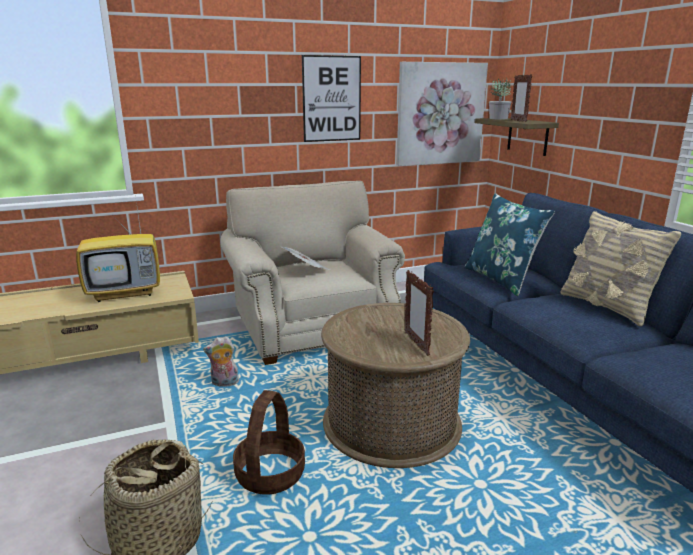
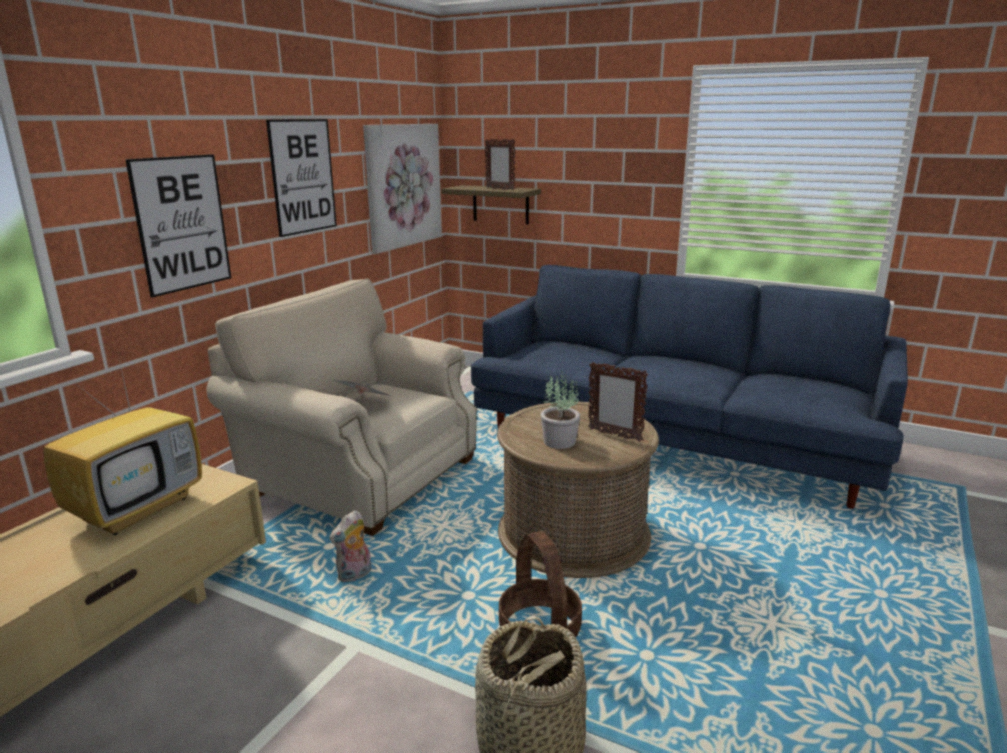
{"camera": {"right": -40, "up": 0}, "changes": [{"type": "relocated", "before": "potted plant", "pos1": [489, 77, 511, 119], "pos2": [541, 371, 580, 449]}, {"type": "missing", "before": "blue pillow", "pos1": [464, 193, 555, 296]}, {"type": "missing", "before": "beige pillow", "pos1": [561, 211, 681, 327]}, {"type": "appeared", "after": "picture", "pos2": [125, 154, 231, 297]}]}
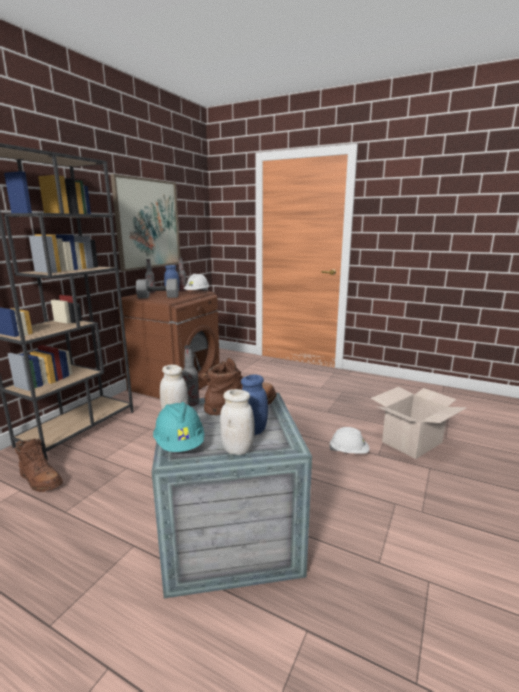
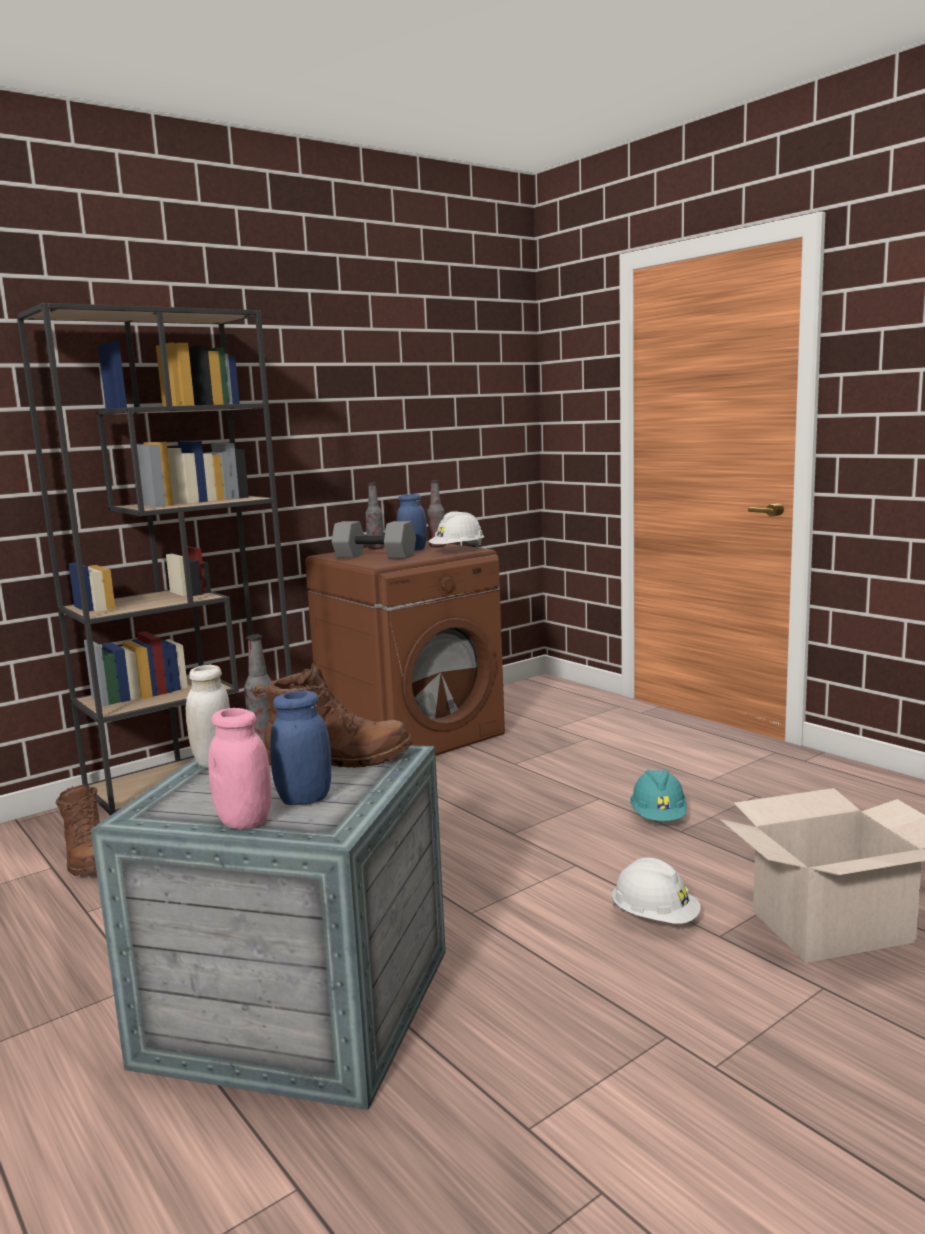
{"camera": {"right": 25, "up": -5}, "changes": [{"type": "missing", "before": "picture", "pos1": [110, 174, 180, 271]}, {"type": "colour", "before": "white jar", "after": "pink jar", "pos1": [220, 389, 255, 455], "pos2": [208, 708, 272, 829]}, {"type": "relocated", "before": "turquoise hard hat", "pos1": [153, 402, 205, 452], "pos2": [630, 770, 687, 821]}]}
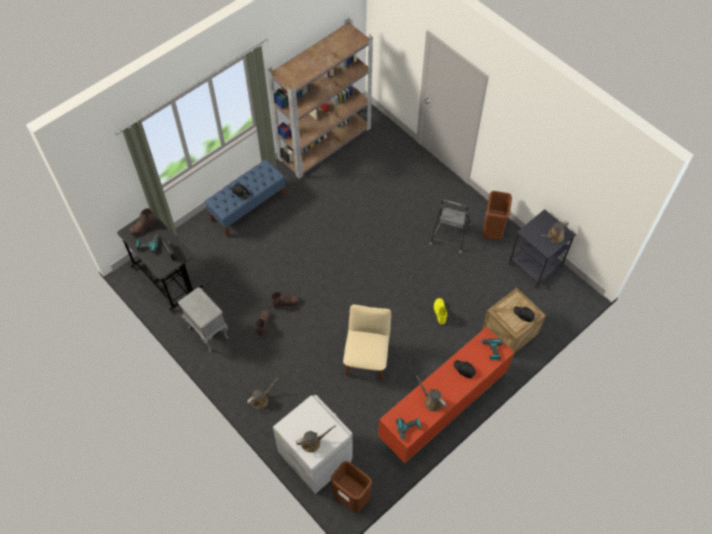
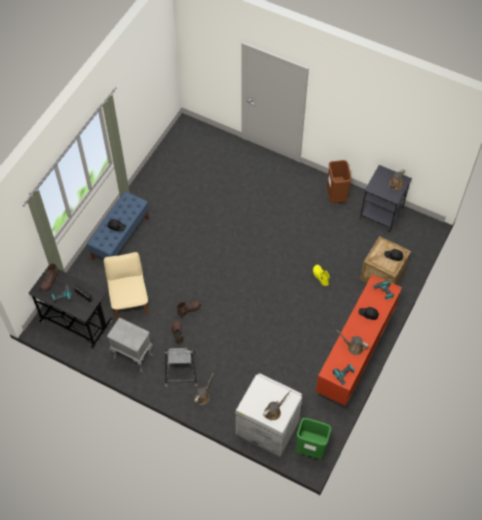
{"camera": {"right": -20, "up": 0}, "changes": [{"type": "missing", "before": "brown bookcase", "pos1": [267, 18, 373, 179]}, {"type": "relocated", "before": "grey step ladder", "pos1": [429, 200, 471, 253], "pos2": [165, 348, 198, 387]}, {"type": "relocated", "before": "beige chair", "pos1": [343, 304, 391, 381], "pos2": [104, 252, 149, 320]}, {"type": "colour", "before": "brown trash can", "after": "green trash can", "pos1": [331, 461, 372, 513], "pos2": [296, 418, 331, 459]}]}
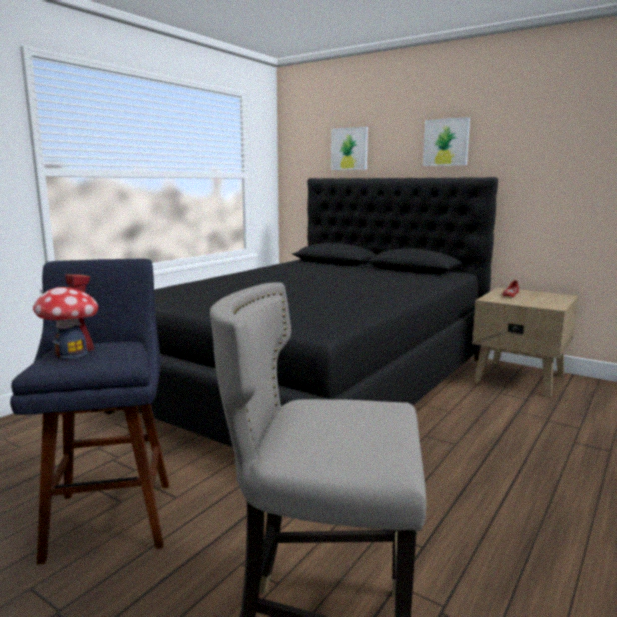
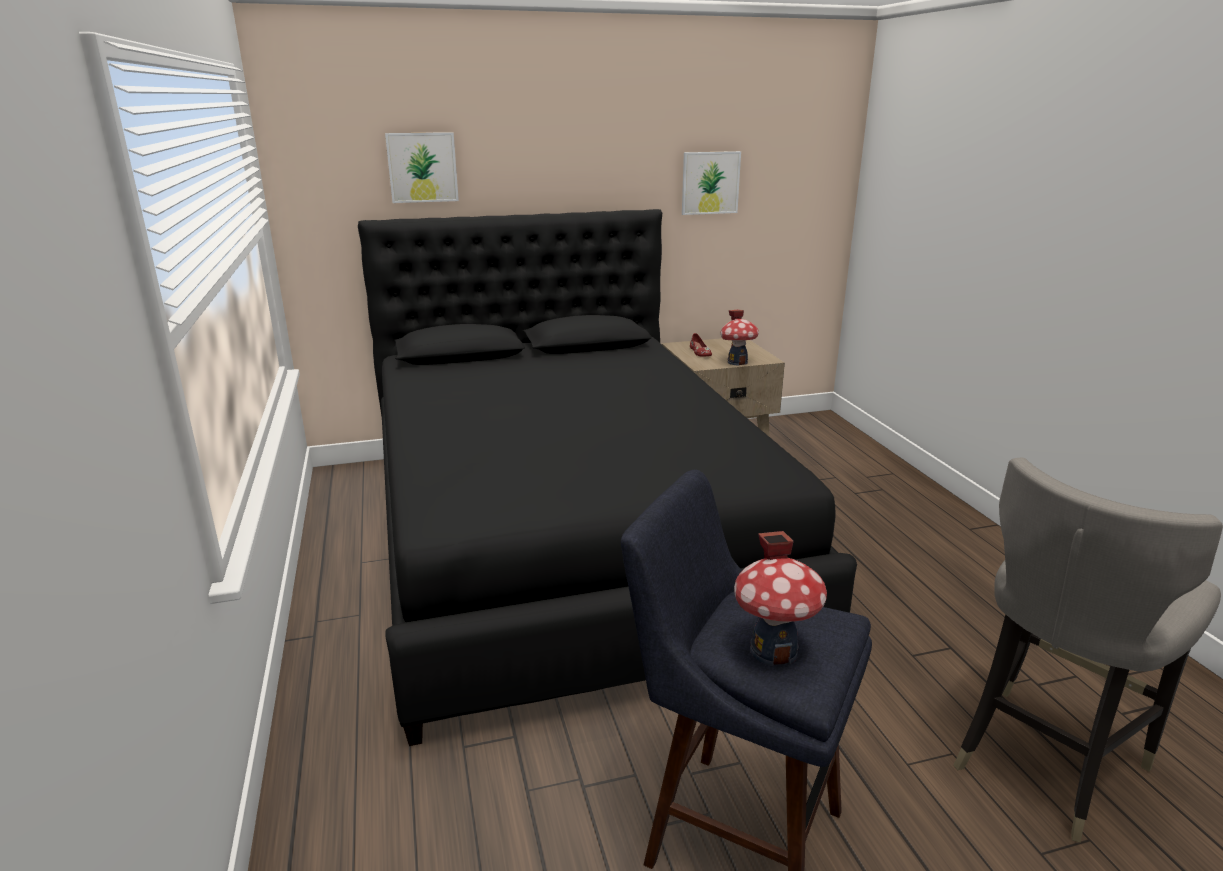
{"camera": {"right": -50, "up": 10}, "changes": [{"type": "relocated", "before": "picture", "pos1": [423, 117, 470, 166], "pos2": [682, 151, 741, 215]}, {"type": "appeared", "after": "toy house", "pos2": [721, 309, 759, 366]}]}
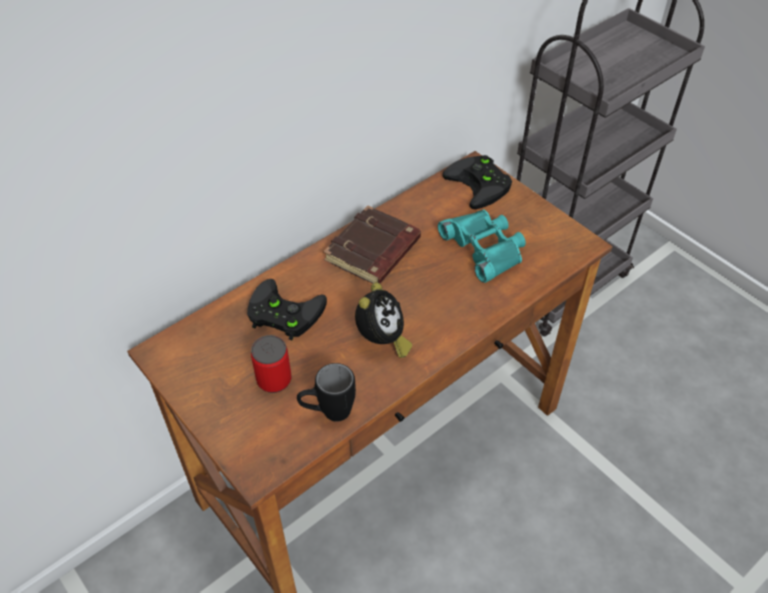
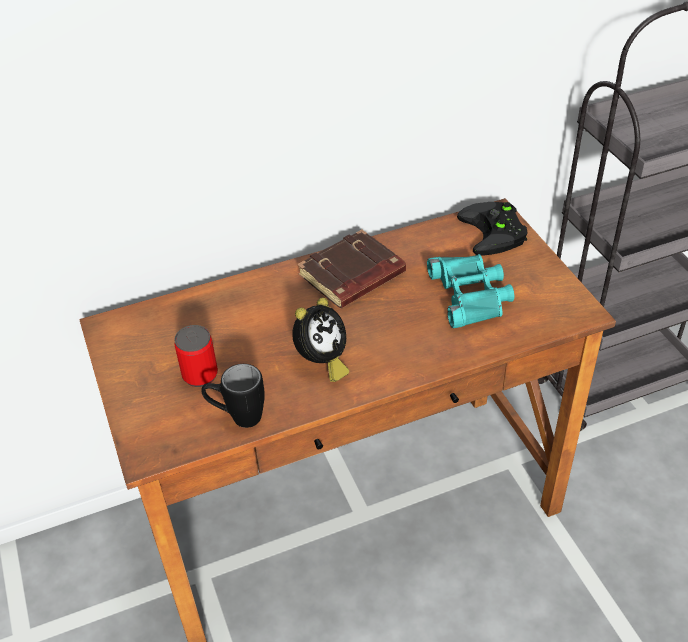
{"camera": {"right": 20, "up": -5}, "changes": [{"type": "missing", "before": "black game controller", "pos1": [247, 279, 327, 340]}]}
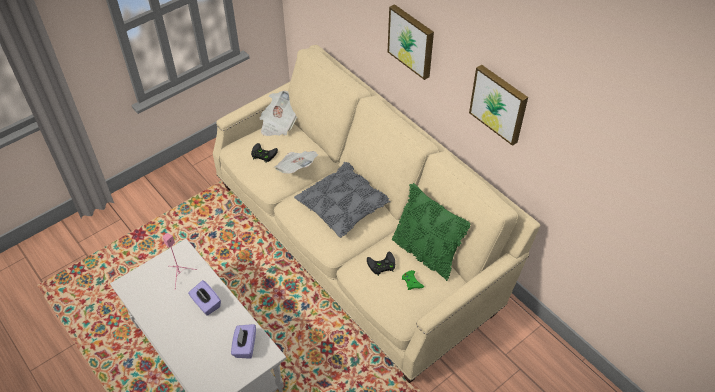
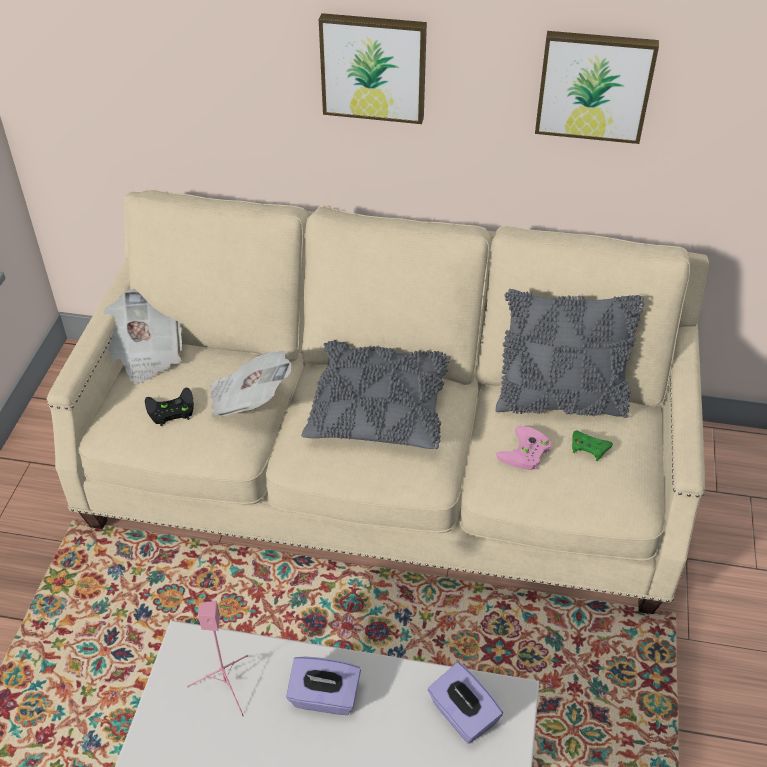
{"camera": {"right": -40, "up": -5}, "changes": [{"type": "colour", "before": "green pillow", "after": "grey pillow", "pos1": [392, 183, 471, 281], "pos2": [495, 289, 644, 418]}, {"type": "colour", "before": "black game controller", "after": "pink game controller", "pos1": [367, 252, 395, 276], "pos2": [496, 426, 551, 470]}]}
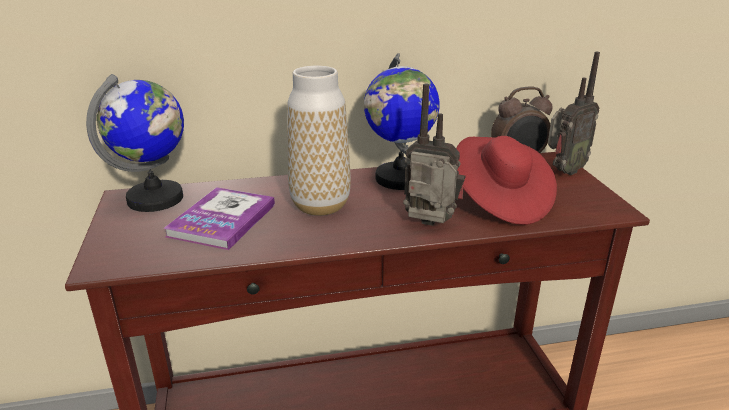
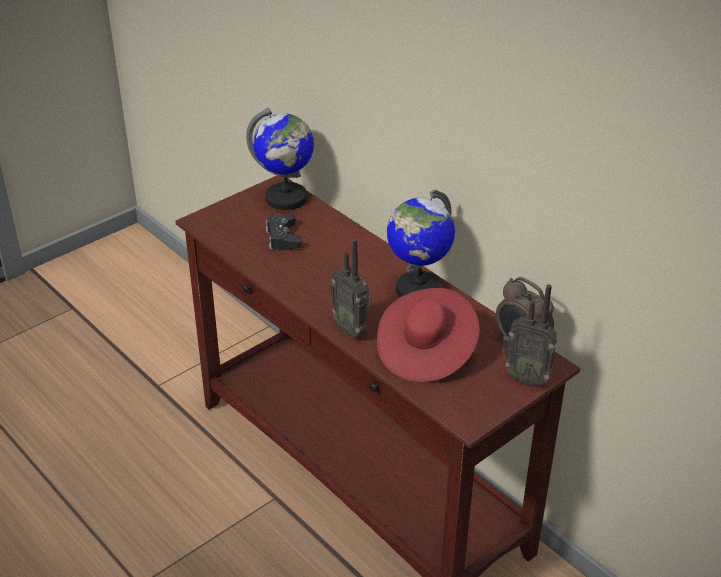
{"camera": {"right": 60, "up": 10}, "changes": [{"type": "missing", "before": "vase", "pos1": [287, 66, 351, 216]}, {"type": "spun", "before": "radio", "pos1": [403, 84, 465, 226], "pos2": [330, 239, 372, 337], "turn": 150}, {"type": "exchanged", "before": "book", "after": "black game controller", "pos1": [163, 187, 275, 250], "pos2": [266, 214, 301, 250]}]}
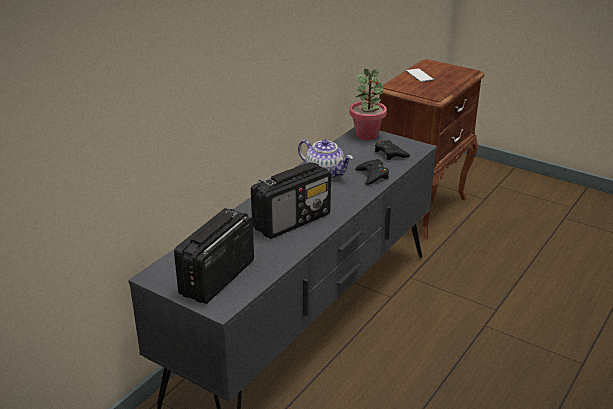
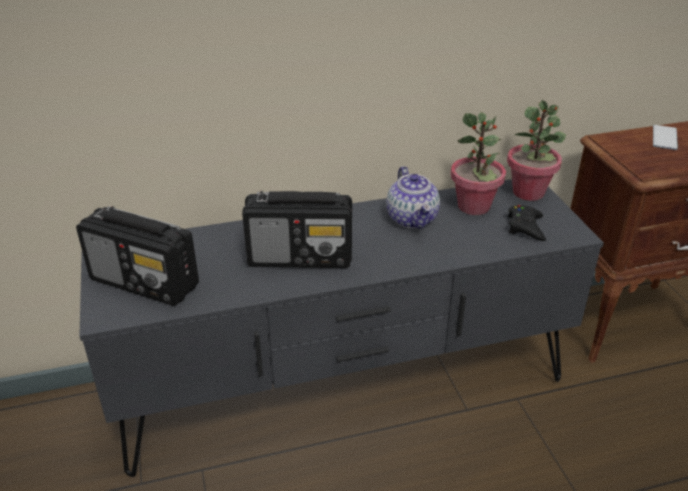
{"camera": {"right": 40, "up": 5}, "changes": [{"type": "missing", "before": "black game controller", "pos1": [355, 159, 389, 185]}, {"type": "spun", "before": "radio", "pos1": [174, 208, 254, 304], "pos2": [76, 206, 199, 306], "turn": -135}, {"type": "appeared", "after": "potted plant", "pos2": [450, 112, 506, 215]}]}
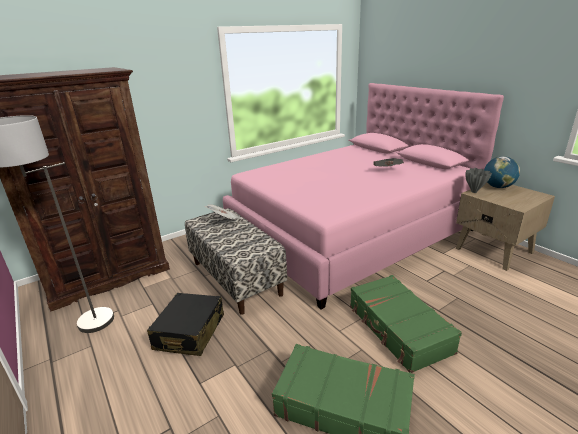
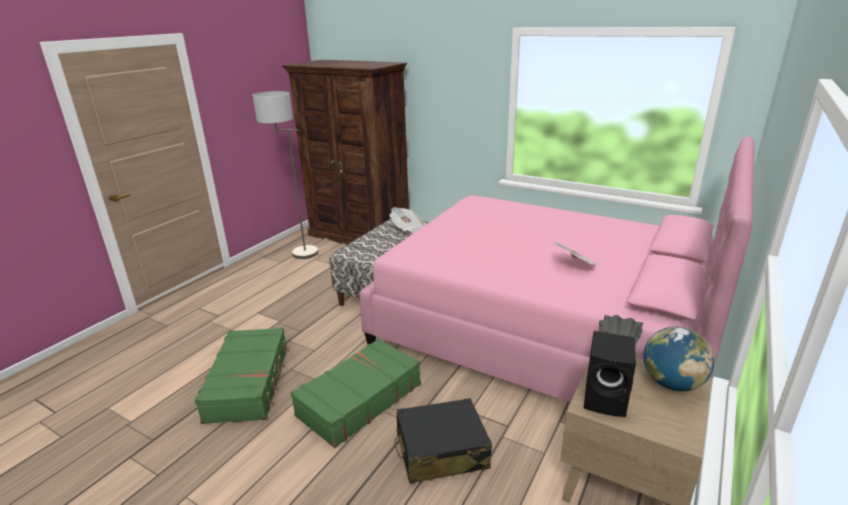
{"camera": {"right": 65, "up": 0}, "changes": [{"type": "relocated", "before": "black suitcase", "pos1": [147, 293, 224, 356], "pos2": [394, 398, 492, 484]}, {"type": "appeared", "after": "black speaker", "pos2": [584, 331, 636, 417]}]}
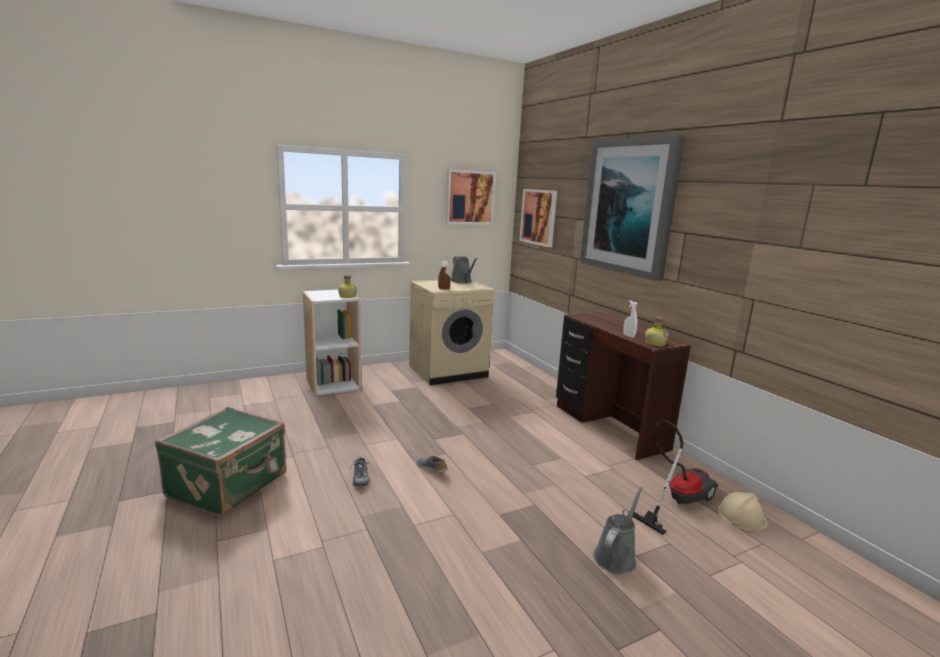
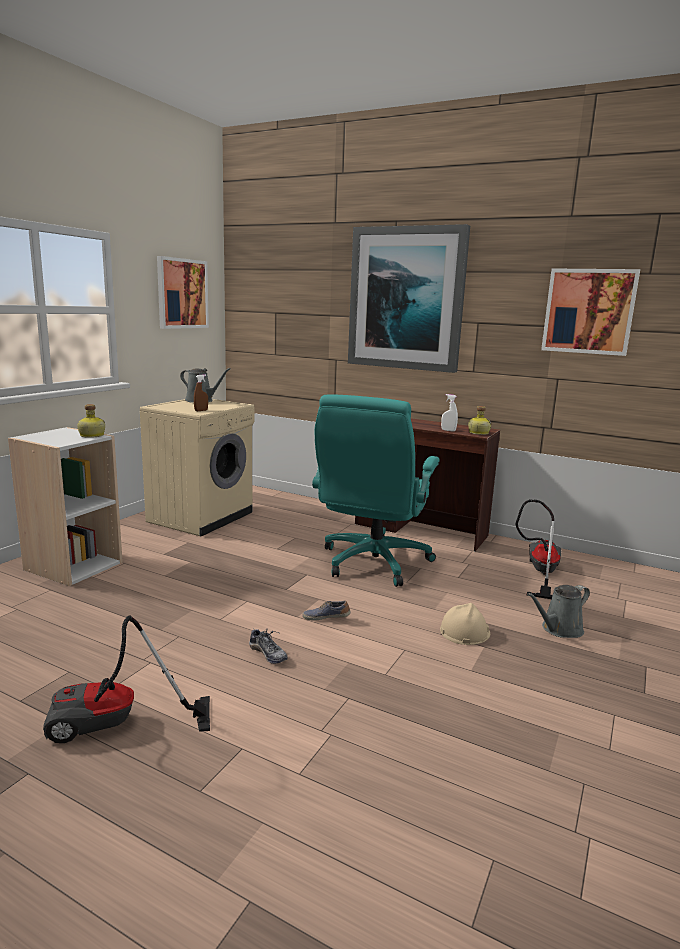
{"camera": {"right": -35, "up": 0}, "changes": [{"type": "relocated", "before": "picture", "pos1": [519, 189, 557, 247], "pos2": [541, 269, 640, 356]}, {"type": "exchanged", "before": "green suitcase", "after": "vacuum cleaner", "pos1": [155, 407, 286, 516], "pos2": [43, 616, 210, 743]}, {"type": "spun", "before": "grey watering can", "pos1": [593, 487, 643, 574], "pos2": [527, 585, 590, 638], "turn": -120}, {"type": "relocated", "before": "beige hard hat", "pos1": [718, 492, 768, 531], "pos2": [440, 603, 490, 645]}, {"type": "appeared", "after": "turquoise office chair", "pos2": [312, 395, 440, 587]}]}
